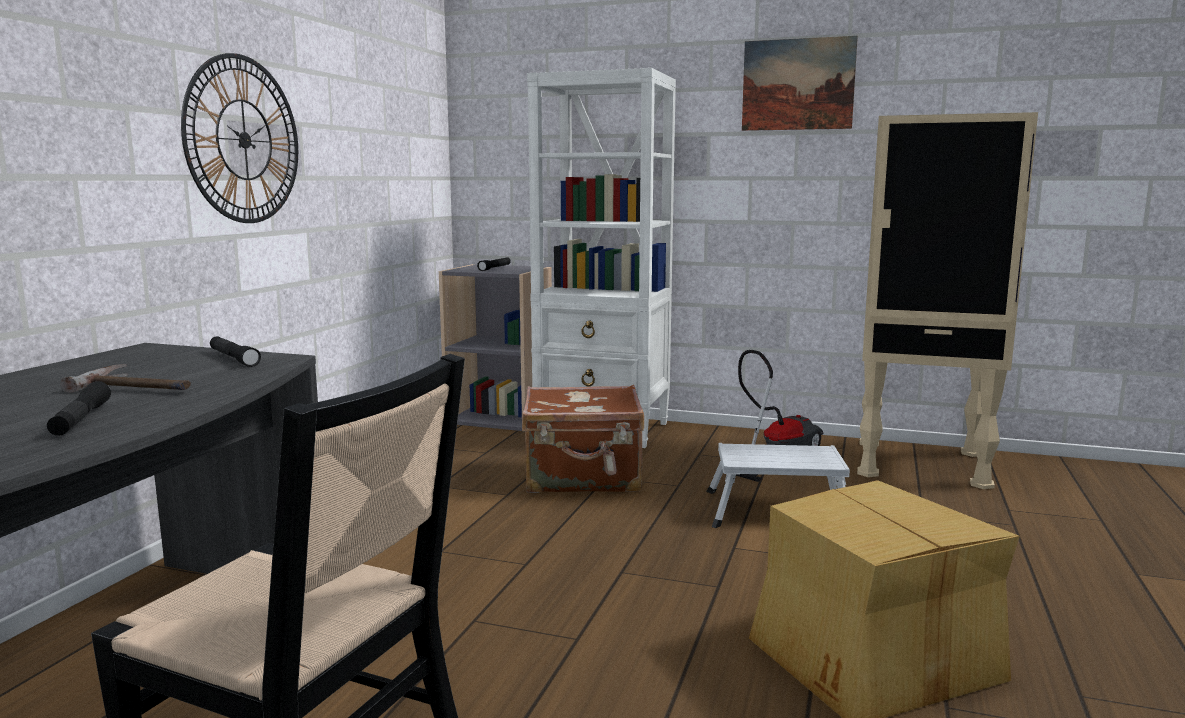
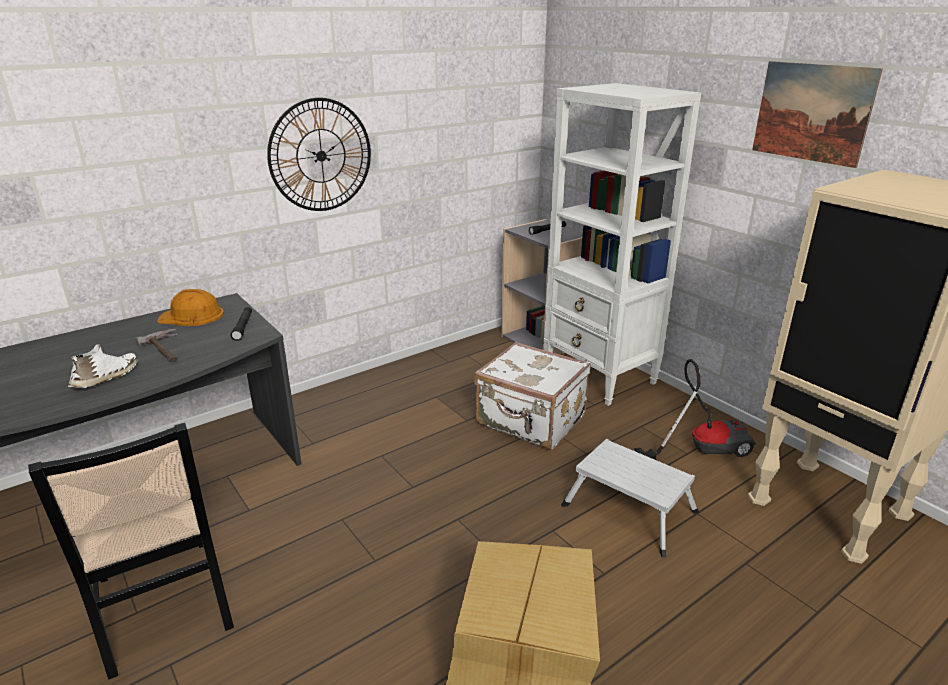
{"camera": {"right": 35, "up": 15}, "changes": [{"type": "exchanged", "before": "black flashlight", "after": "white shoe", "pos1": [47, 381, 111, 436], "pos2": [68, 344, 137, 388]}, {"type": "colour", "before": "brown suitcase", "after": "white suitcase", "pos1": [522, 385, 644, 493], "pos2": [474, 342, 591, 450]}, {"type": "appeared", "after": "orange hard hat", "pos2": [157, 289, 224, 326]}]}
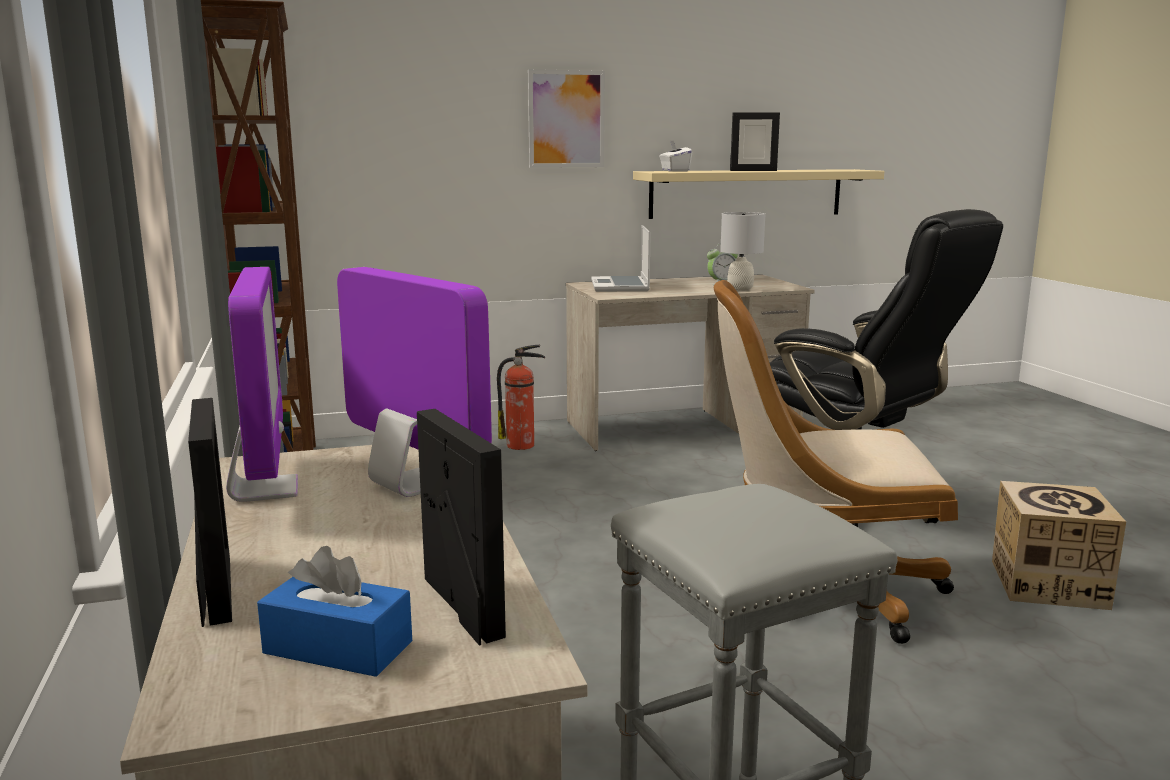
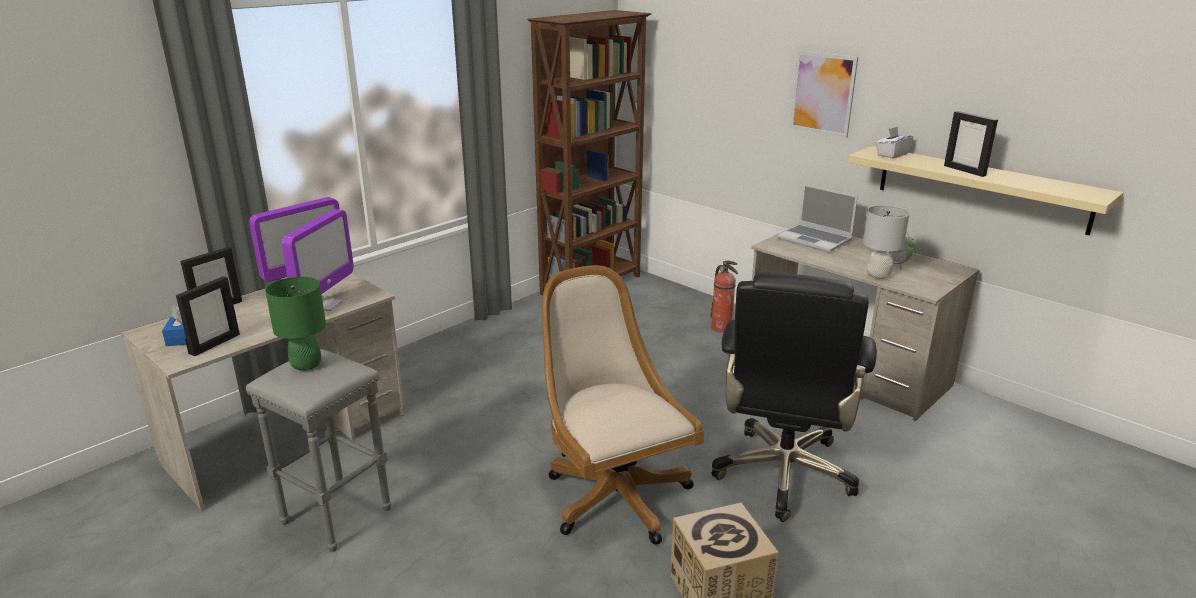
{"camera": {"right": 60, "up": 10}, "changes": [{"type": "spun", "before": "laptop", "pos1": [591, 225, 651, 292], "pos2": [777, 184, 858, 253], "turn": -105}, {"type": "appeared", "after": "green table lamp", "pos2": [265, 277, 326, 371]}]}
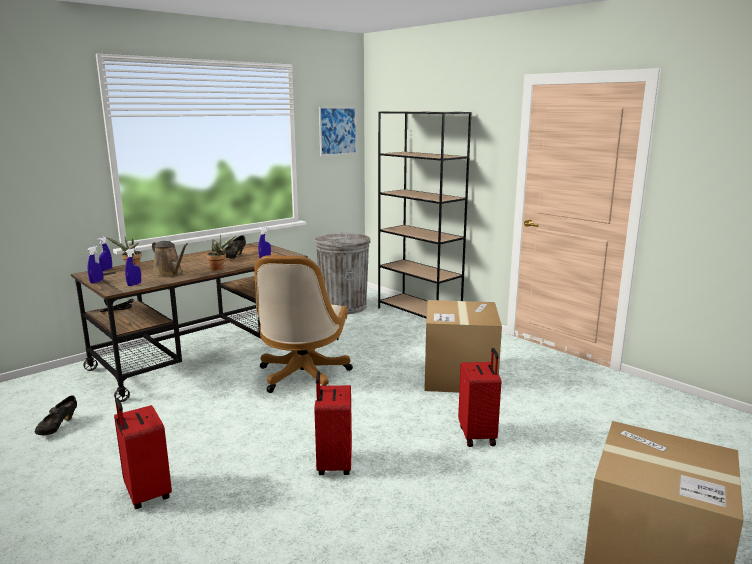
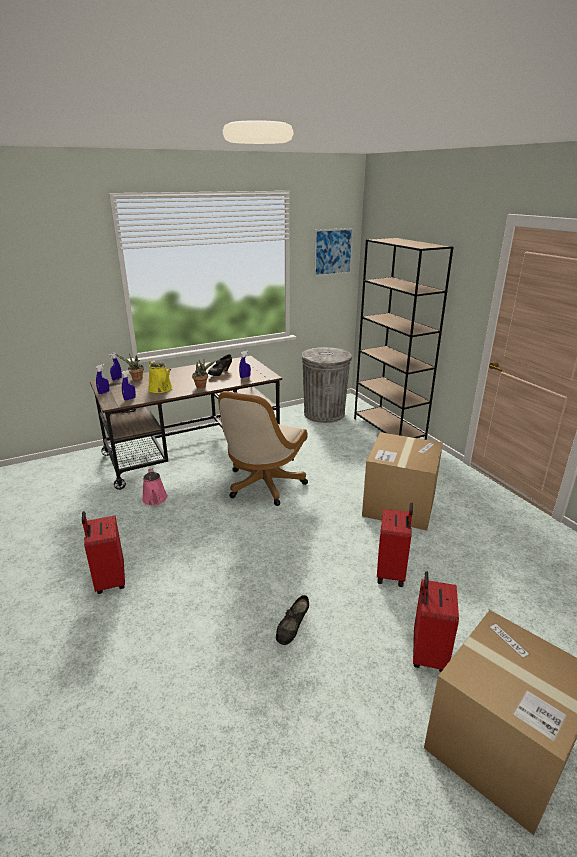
{"camera": {"right": 15, "up": 10}, "changes": [{"type": "colour", "before": "brown watering can", "after": "yellow watering can", "pos1": [152, 241, 188, 278], "pos2": [148, 360, 172, 393]}, {"type": "relocated", "before": "red suitcase", "pos1": [314, 371, 352, 475], "pos2": [413, 571, 459, 672]}, {"type": "relocated", "before": "black shoe", "pos1": [35, 395, 77, 436], "pos2": [276, 595, 309, 645]}, {"type": "appeared", "after": "pink watering can", "pos2": [142, 468, 168, 505]}]}
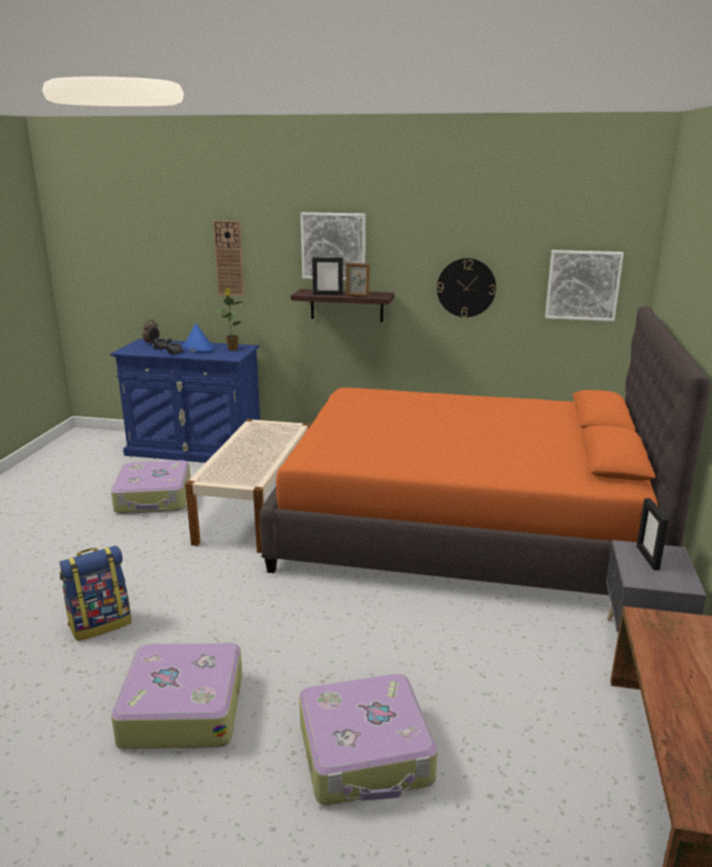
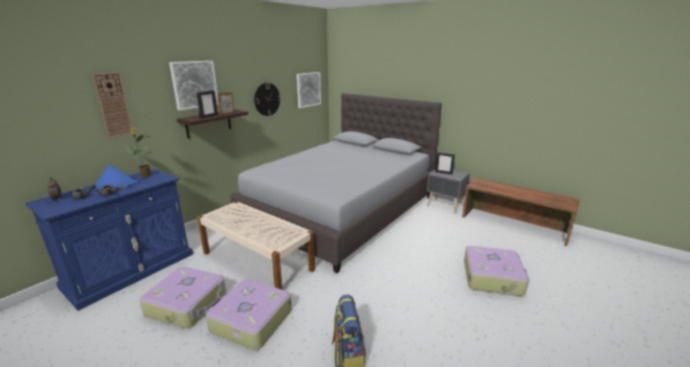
{"camera": {"right": -65, "up": 0}, "changes": [{"type": "colour", "before": "orange bed", "after": "grey bed", "pos1": [260, 306, 711, 595], "pos2": [230, 93, 442, 273]}, {"type": "relocated", "before": "suitcase", "pos1": [111, 642, 242, 749], "pos2": [206, 279, 292, 350]}]}
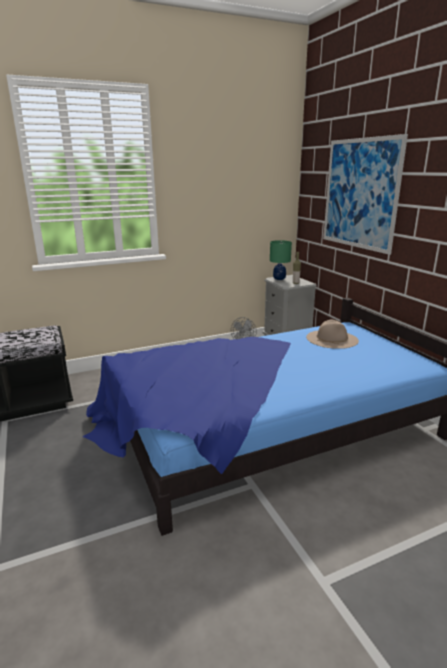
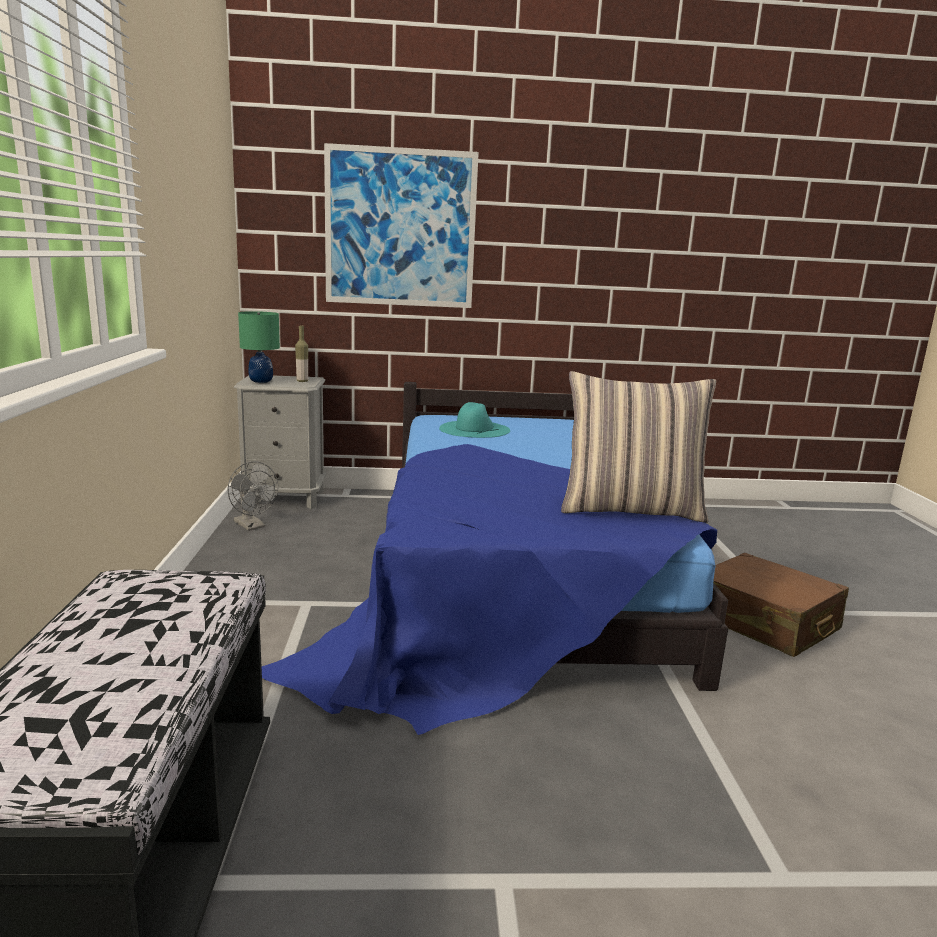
{"camera": {"right": -70, "up": -5}, "changes": [{"type": "colour", "before": "beige hat", "after": "turquoise hat", "pos1": [306, 320, 359, 349], "pos2": [439, 402, 510, 438]}, {"type": "appeared", "after": "pillow", "pos2": [561, 371, 716, 523]}, {"type": "appeared", "after": "brown suitcase", "pos2": [713, 553, 849, 657]}]}
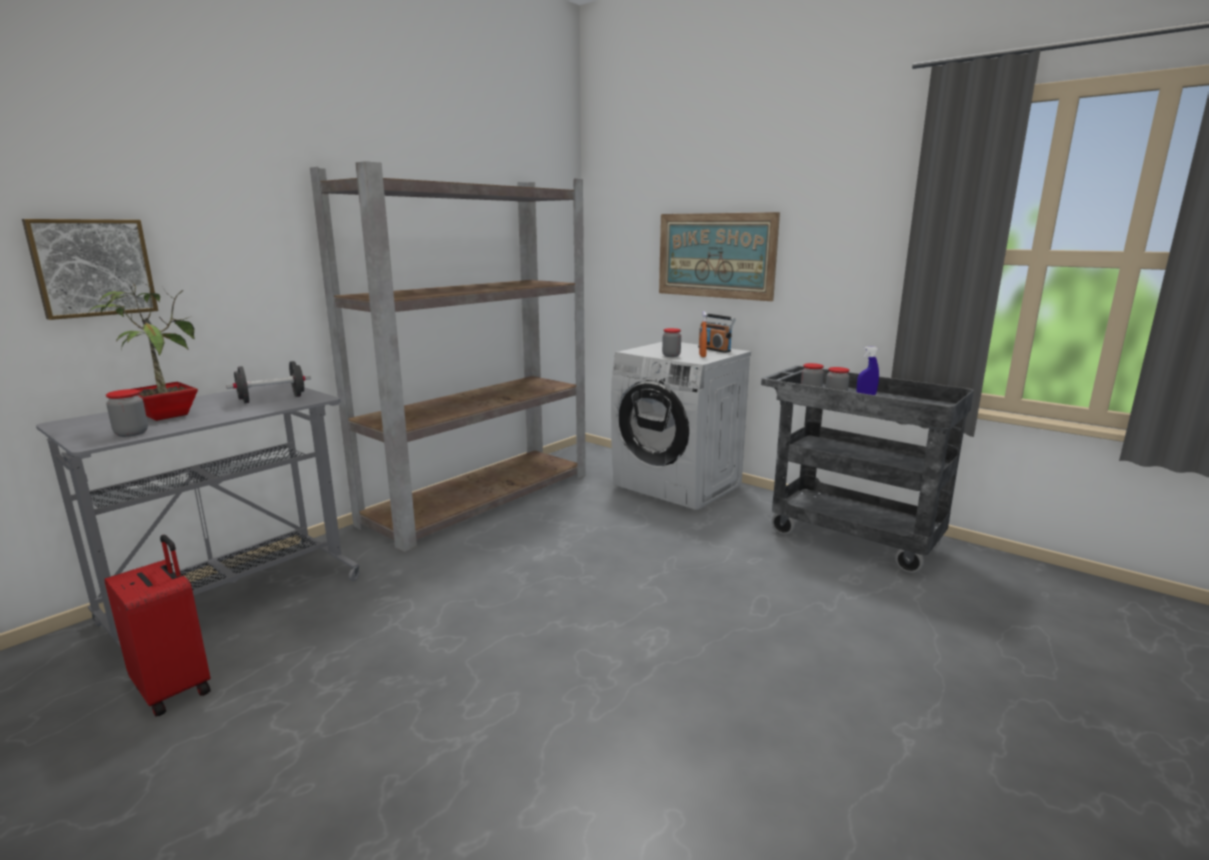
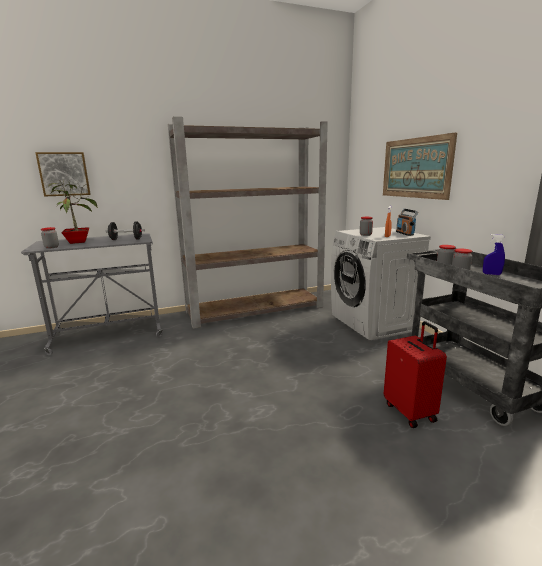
{"camera": {"right": 30, "up": 0}, "changes": [{"type": "relocated", "before": "red suitcase", "pos1": [104, 535, 211, 717], "pos2": [384, 321, 447, 428]}]}
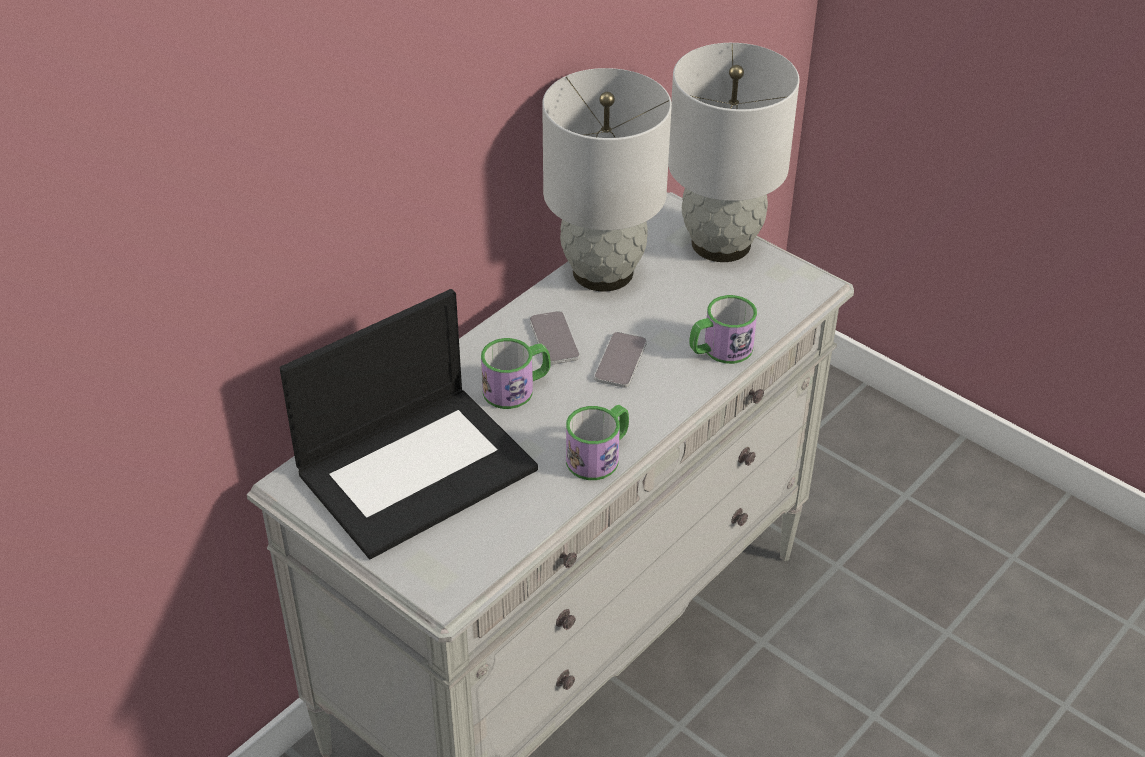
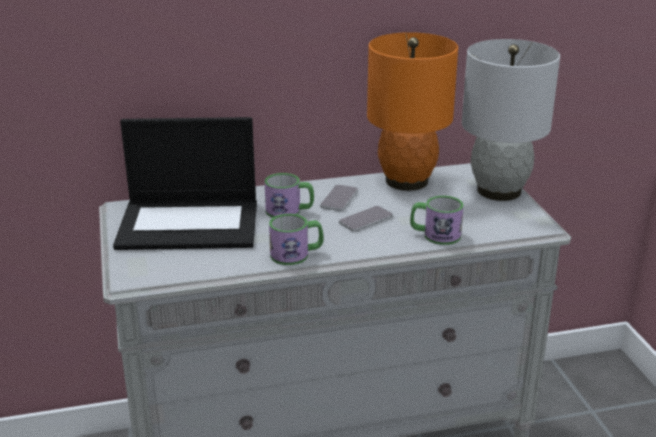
{"camera": {"right": 35, "up": -15}, "changes": [{"type": "colour", "before": "white table lamp", "after": "orange table lamp", "pos1": [542, 68, 672, 292], "pos2": [367, 32, 458, 191]}]}
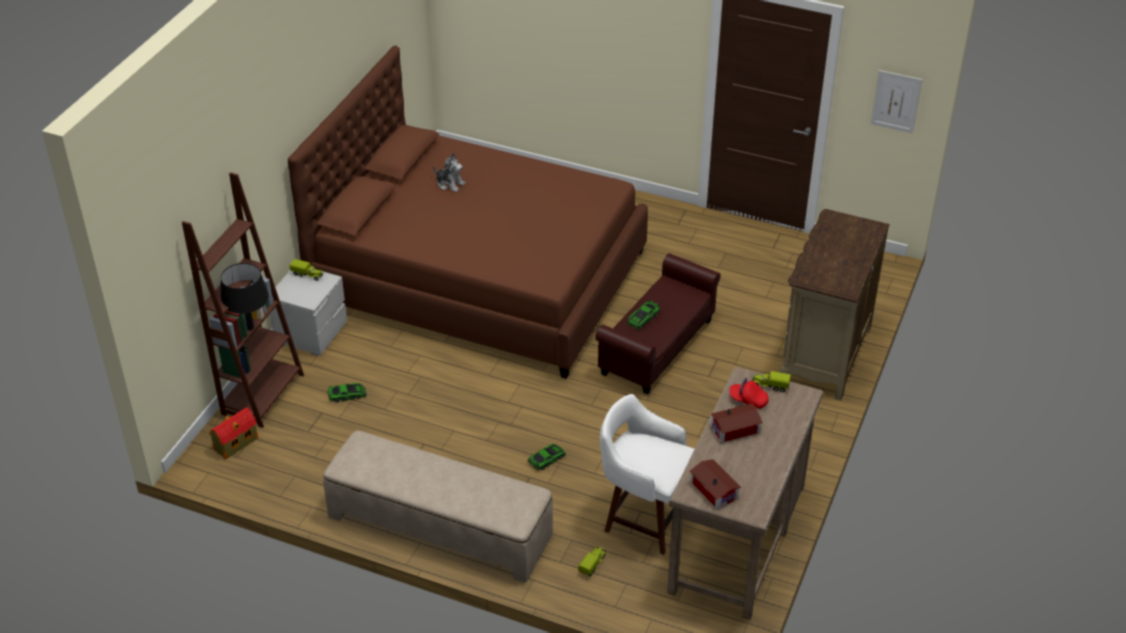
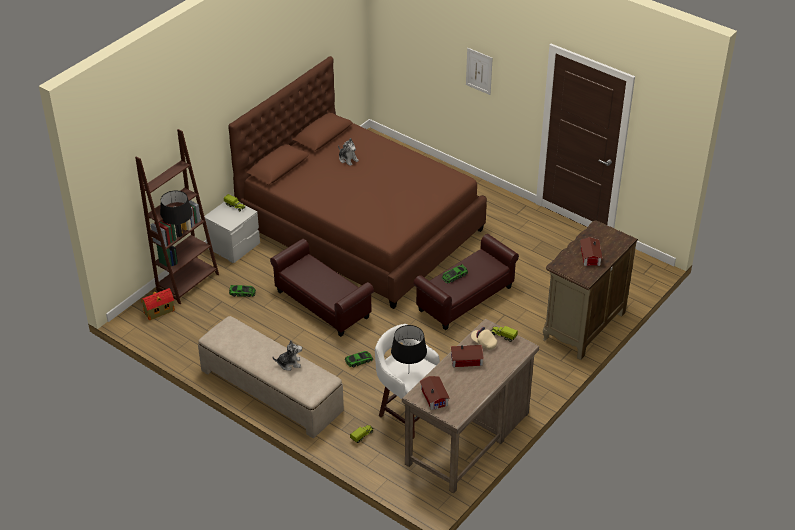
{"camera": {"right": 15, "up": 0}, "changes": [{"type": "relocated", "before": "picture", "pos1": [871, 70, 923, 133], "pos2": [466, 48, 493, 95]}, {"type": "colour", "before": "red cap", "after": "beige cap", "pos1": [729, 378, 769, 409], "pos2": [471, 327, 497, 350]}, {"type": "appeared", "after": "toy house", "pos2": [580, 237, 603, 266]}, {"type": "appeared", "after": "brown ottoman", "pos2": [270, 239, 374, 337]}, {"type": "appeared", "after": "black table lamp", "pos2": [391, 325, 427, 364]}, {"type": "appeared", "after": "plush toy", "pos2": [273, 340, 302, 371]}]}
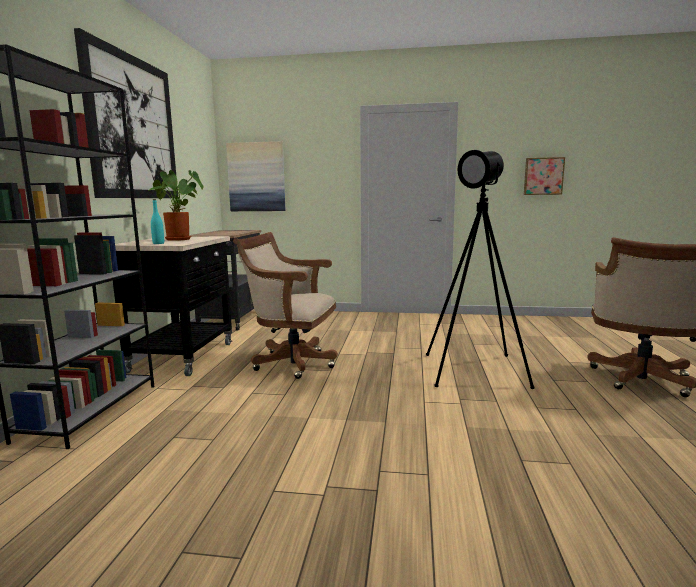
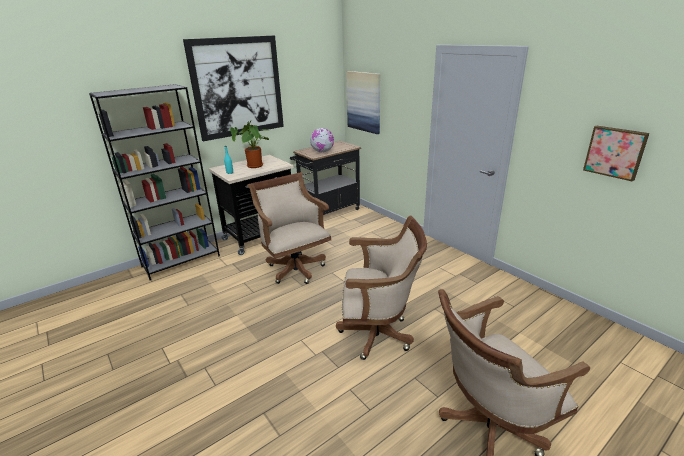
{"camera": {"right": 45, "up": 15}, "changes": [{"type": "exchanged", "before": "black floor lamp", "after": "office chair", "pos1": [426, 150, 535, 389], "pos2": [336, 215, 427, 360]}, {"type": "appeared", "after": "globe", "pos2": [310, 128, 334, 153]}]}
